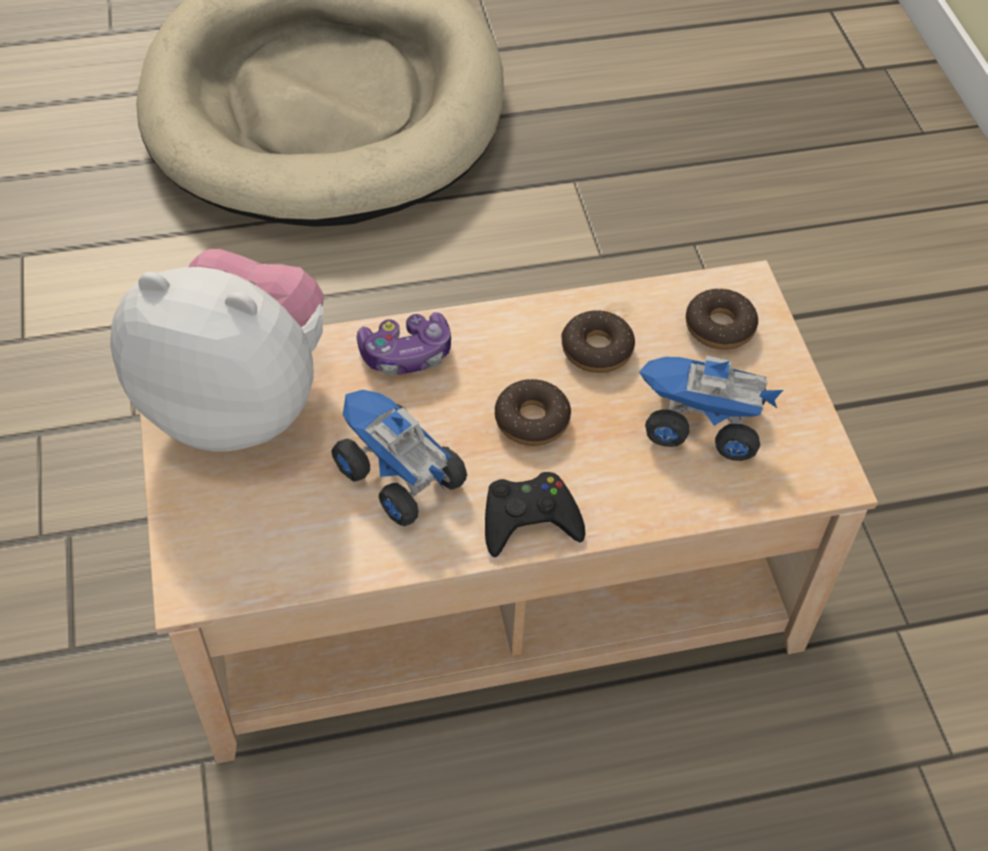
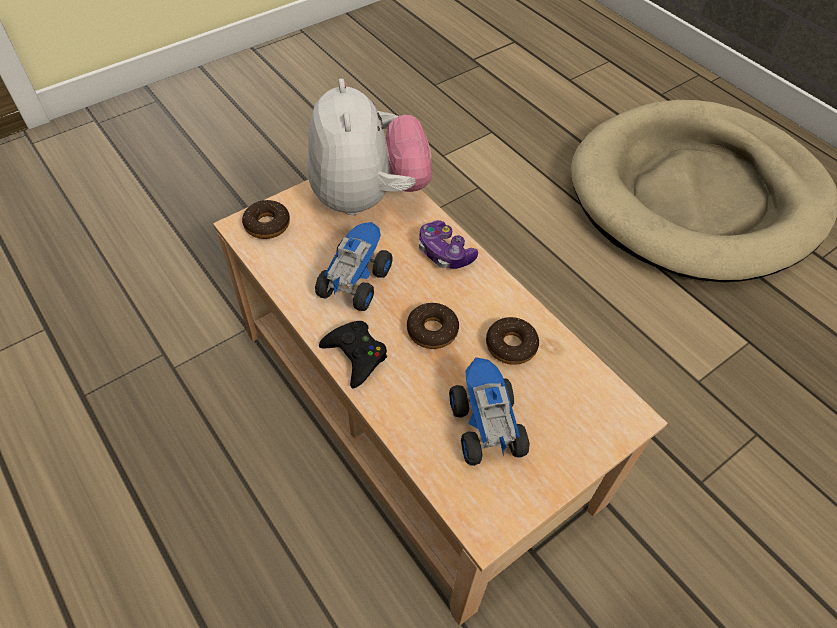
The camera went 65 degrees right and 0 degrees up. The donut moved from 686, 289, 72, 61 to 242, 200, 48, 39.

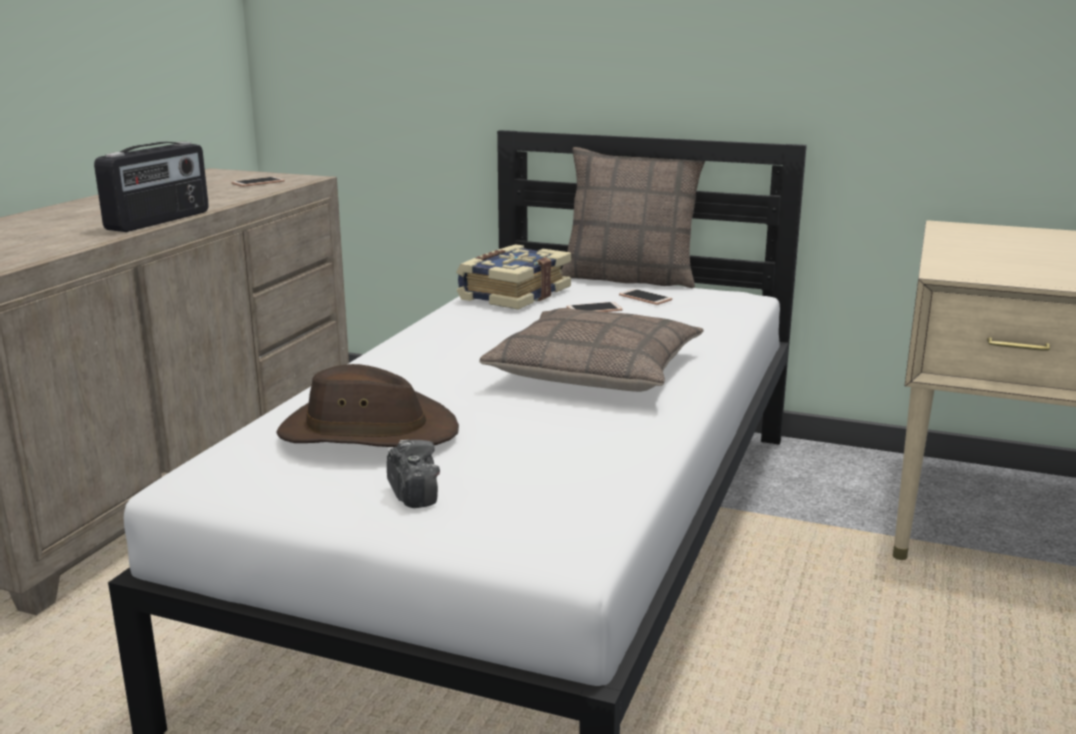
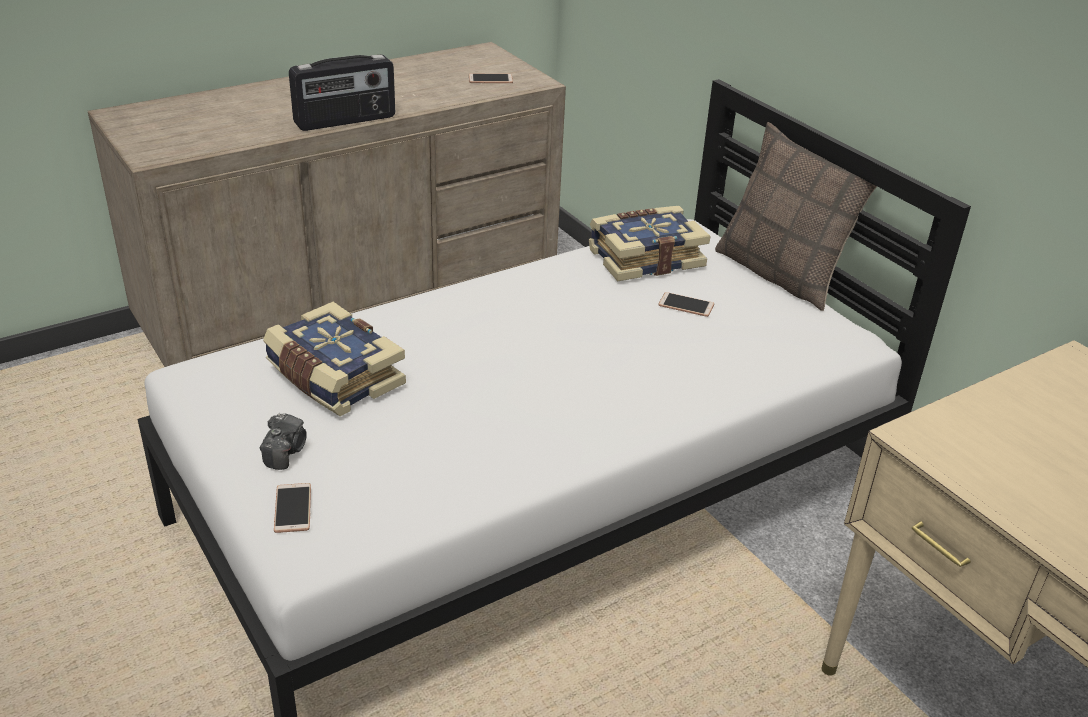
The camera went 35 degrees right and 15 degrees up. The phone moved from 619, 289, 53, 16 to 274, 483, 37, 50. The pillow at 479, 308, 225, 84 disappeared. The brown hat at 276, 364, 183, 83 was replaced by the book at 263, 302, 143, 114.

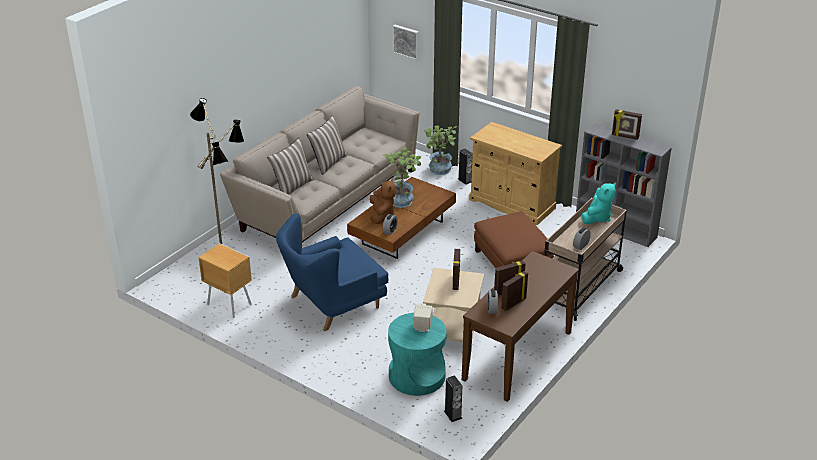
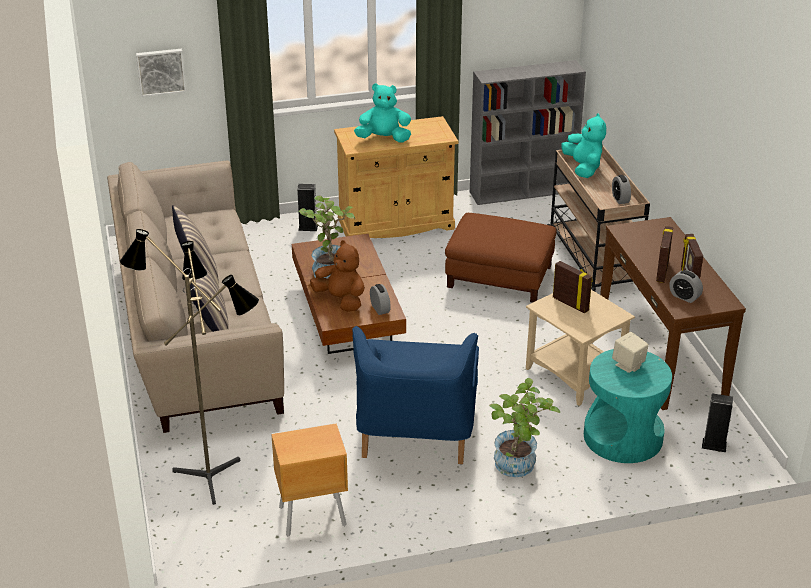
The camera went 50 degrees left and 0 degrees up. The picture frame at 612, 109, 30, 31 disappeared. The potted plant moved from 424, 125, 33, 50 to 489, 378, 71, 99. The turquoise plush toy at 354, 83, 57, 60 appeared.

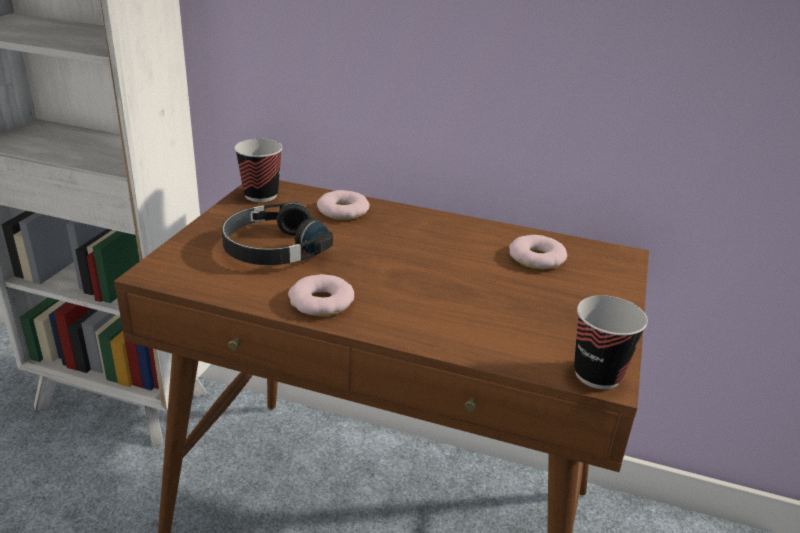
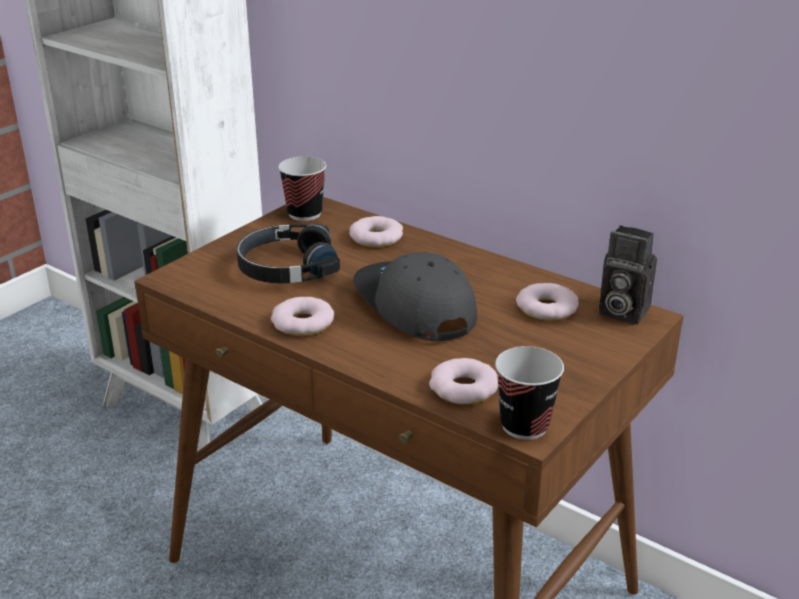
The camera went 20 degrees right and 0 degrees up. The photo camera at 599, 225, 58, 100 appeared. The grey cap at 353, 252, 124, 89 appeared. The donut at 429, 358, 69, 46 appeared.

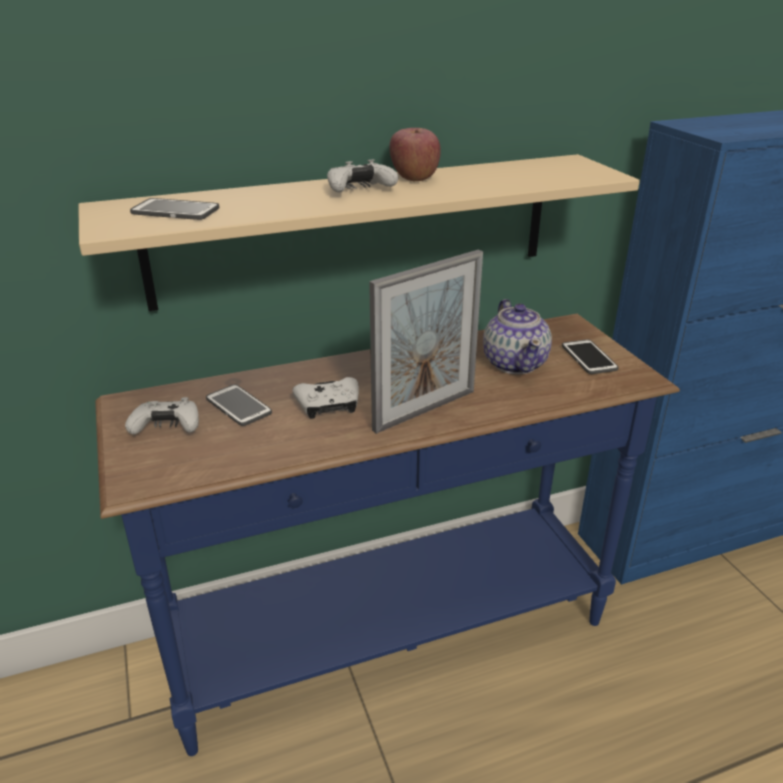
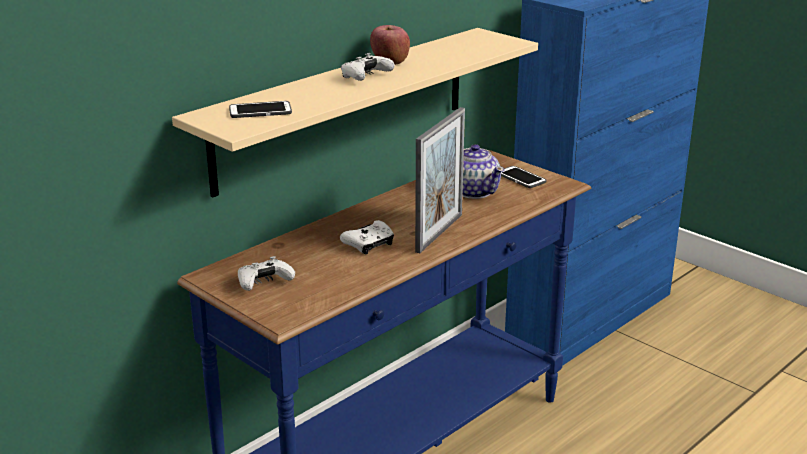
The camera went 25 degrees left and 5 degrees down. The phone at 206, 384, 66, 42 disappeared.

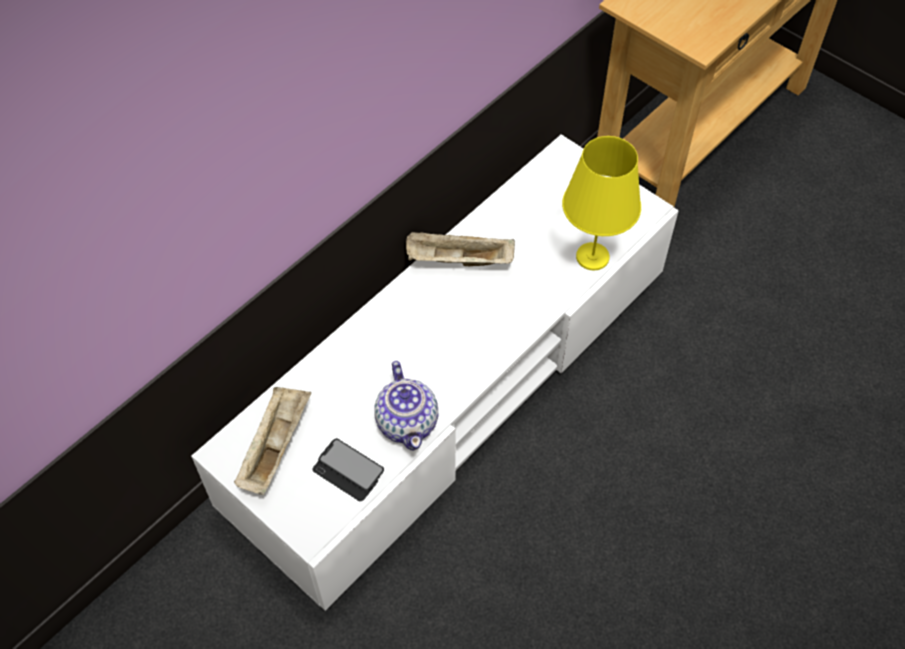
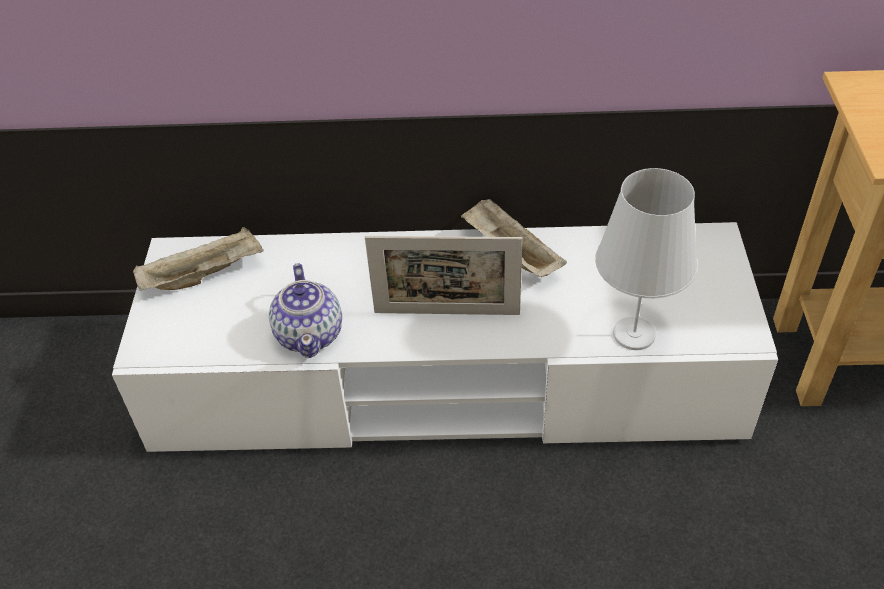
The camera went 50 degrees right and 10 degrees down. The yellow table lamp at 562, 136, 79, 135 became the white table lamp at 595, 168, 103, 182. The teapot at 374, 361, 64, 89 turned 45 degrees counterclockwise. The phone at 312, 438, 72, 63 disappeared. The picture frame at 365, 236, 157, 79 appeared.

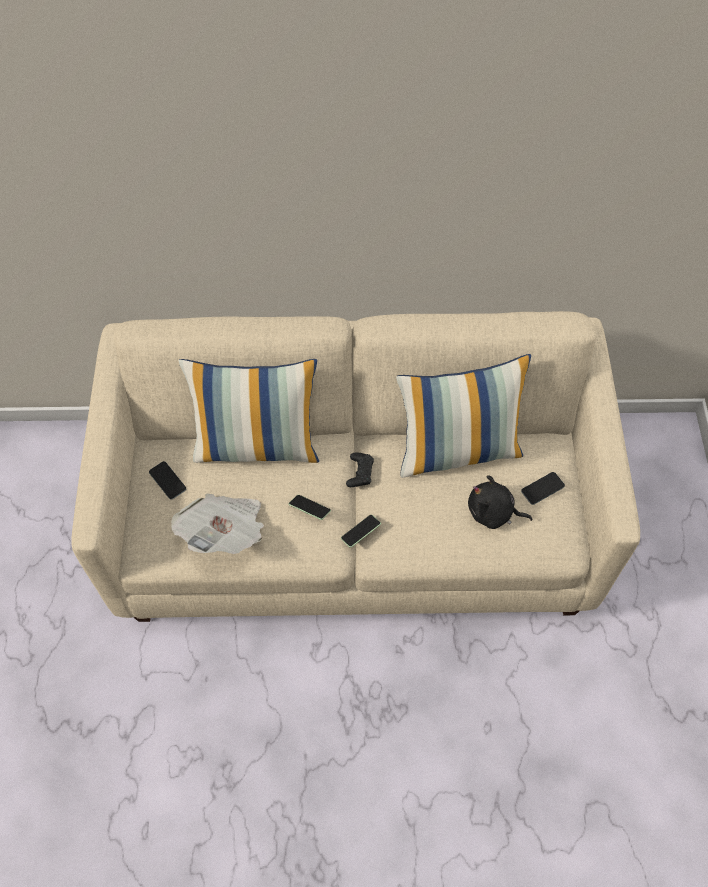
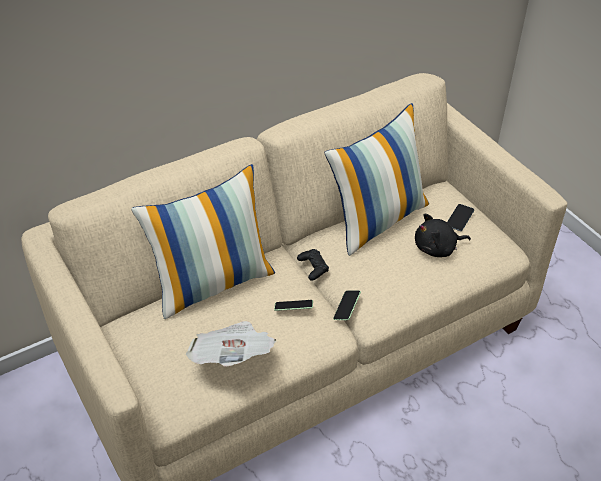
The camera went 30 degrees left and 15 degrees down. The phone at 149, 461, 37, 39 disappeared.

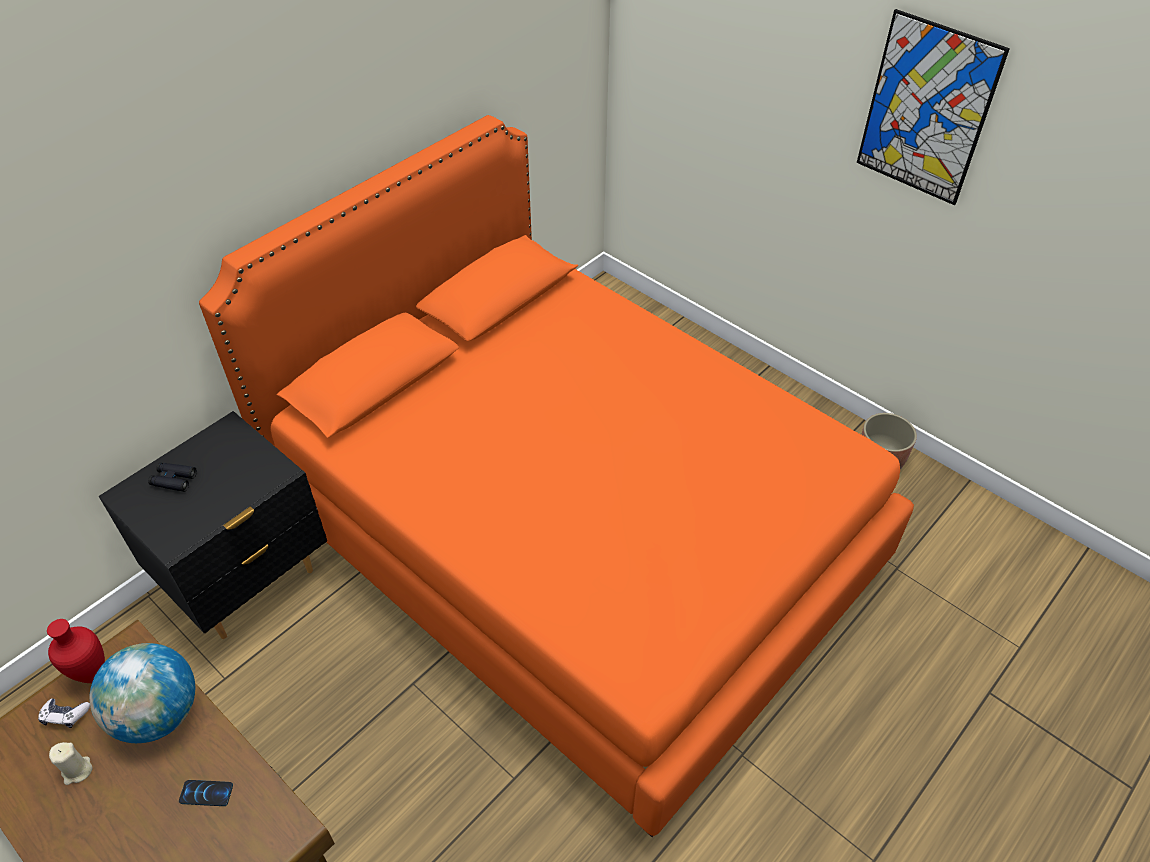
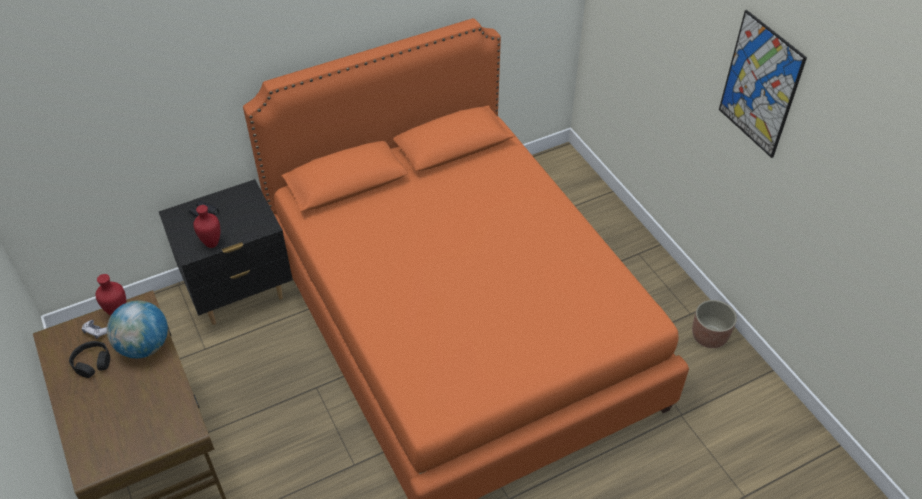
The camera went 20 degrees right and 0 degrees up. The beige candle at 49, 742, 44, 43 was replaced by the black headphones at 69, 341, 41, 37. The phone at 179, 780, 54, 26 disappeared. The red vase at 193, 205, 27, 43 appeared.

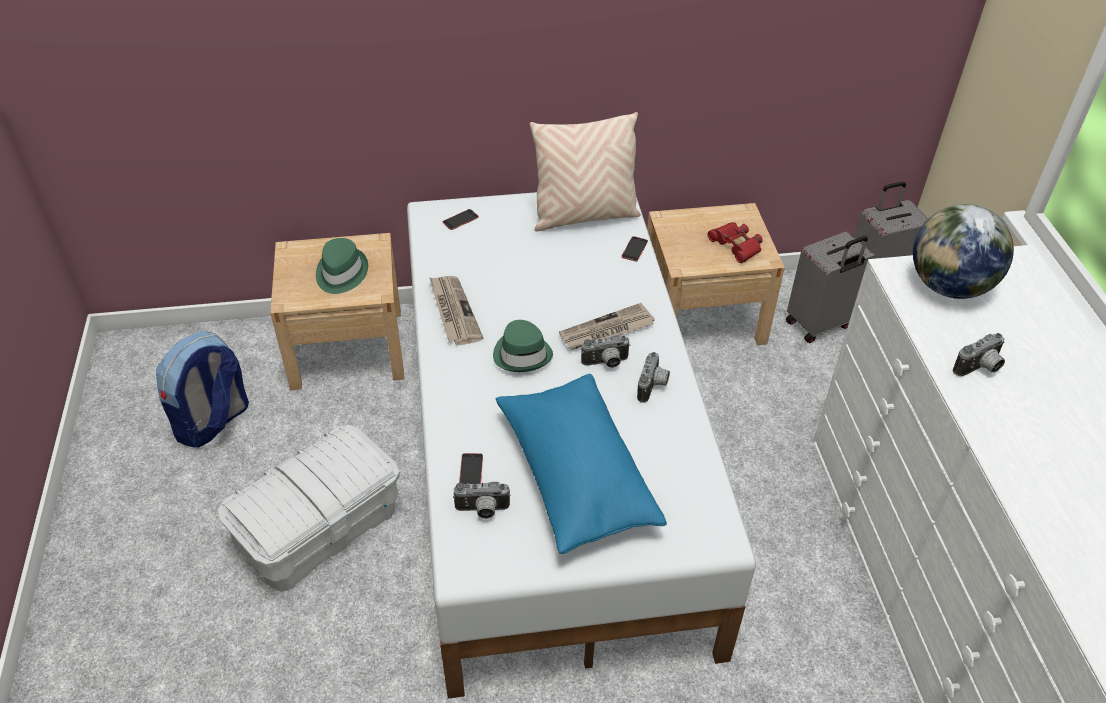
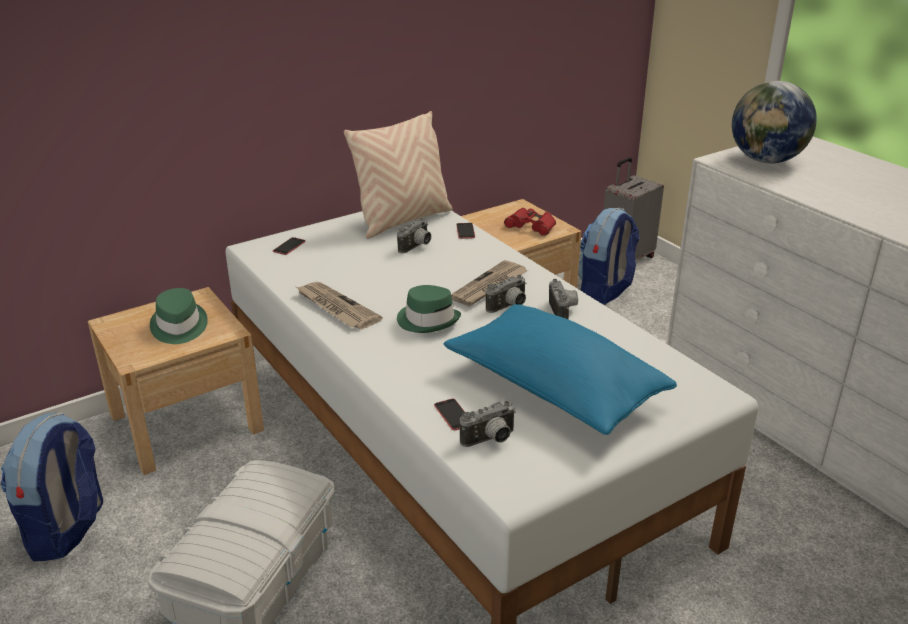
The camera went 25 degrees left and 15 degrees down. The grey suitcase at 786, 231, 90, 112 was replaced by the backpack at 578, 208, 62, 97. The photo camera moved from 953, 333, 52, 43 to 397, 218, 34, 35.

